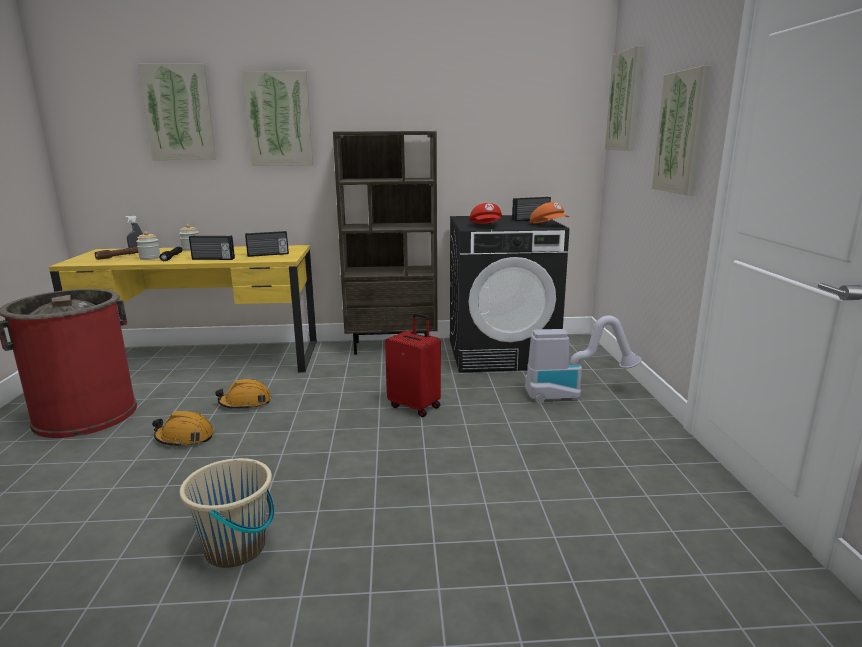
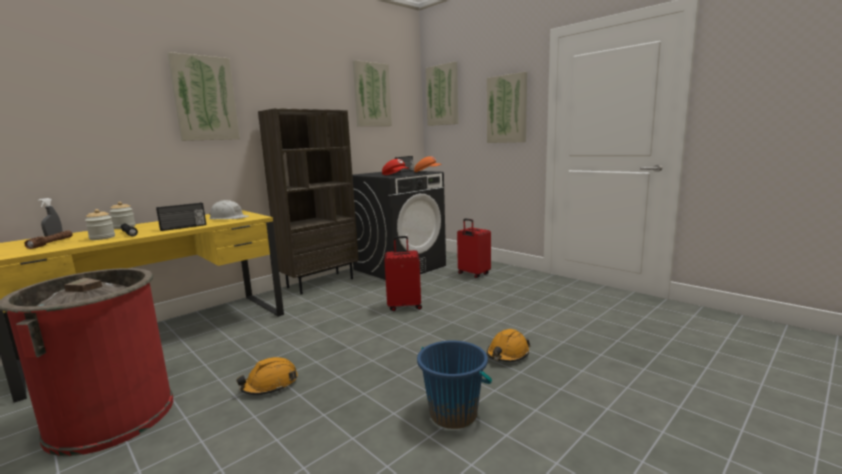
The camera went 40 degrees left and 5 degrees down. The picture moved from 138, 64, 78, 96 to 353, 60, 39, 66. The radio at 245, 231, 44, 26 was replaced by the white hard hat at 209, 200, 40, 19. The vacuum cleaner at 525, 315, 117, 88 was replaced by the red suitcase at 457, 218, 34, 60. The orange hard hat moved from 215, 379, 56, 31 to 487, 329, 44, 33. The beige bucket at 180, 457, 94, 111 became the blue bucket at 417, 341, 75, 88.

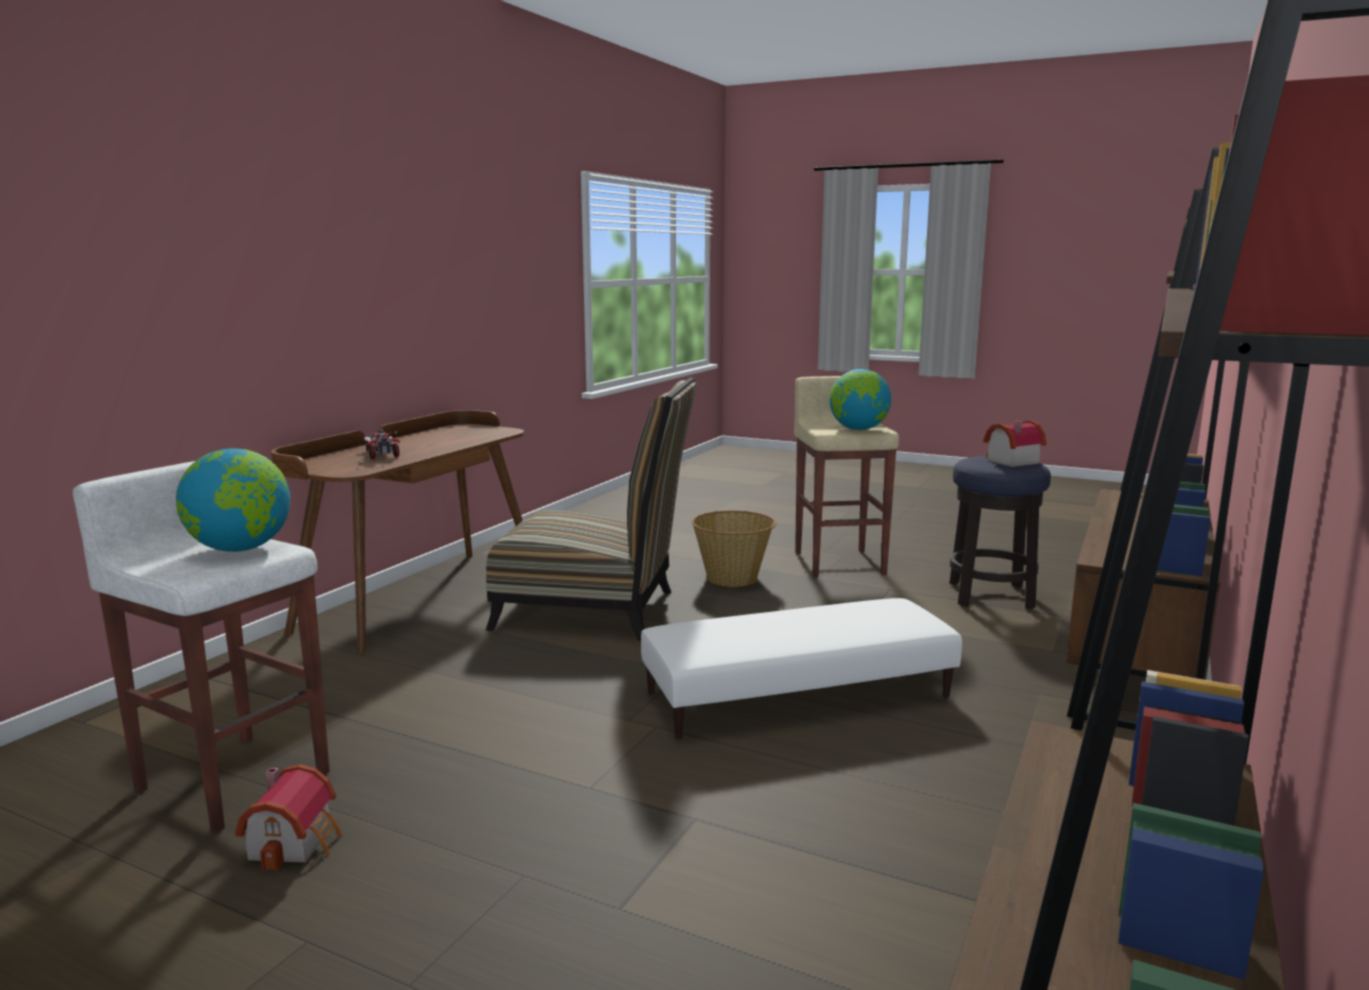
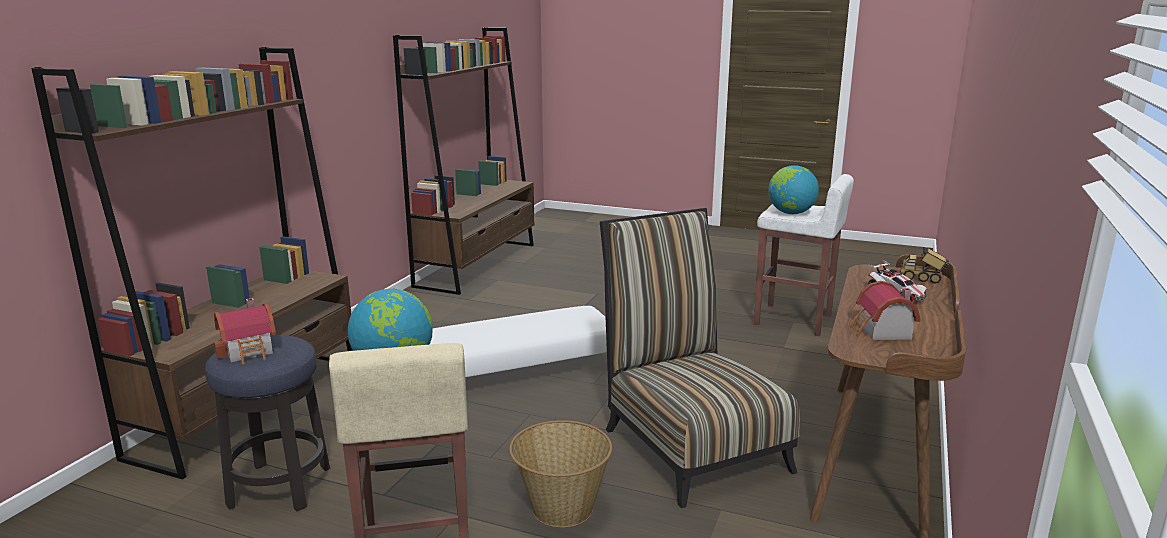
The camera went 175 degrees right and 5 degrees up. The chair at 486, 377, 210, 264 turned 60 degrees clockwise. The toy house moved from 235, 764, 107, 107 to 850, 281, 71, 59. The toy truck at 901, 248, 48, 36 appeared.

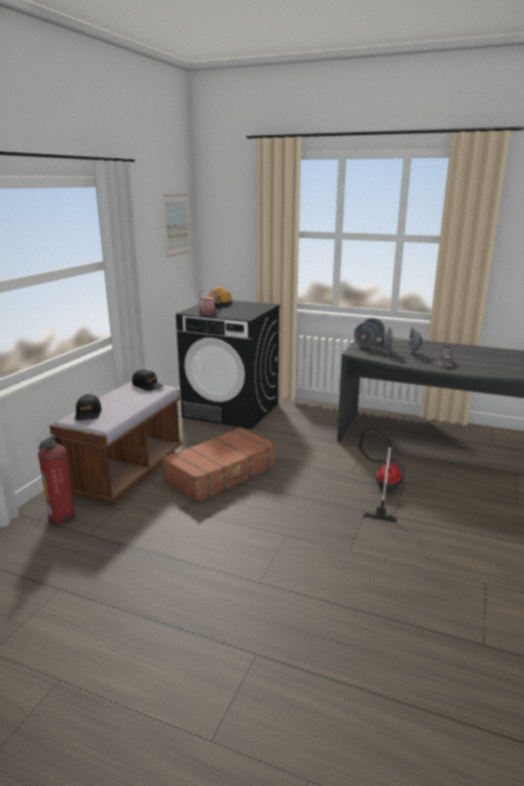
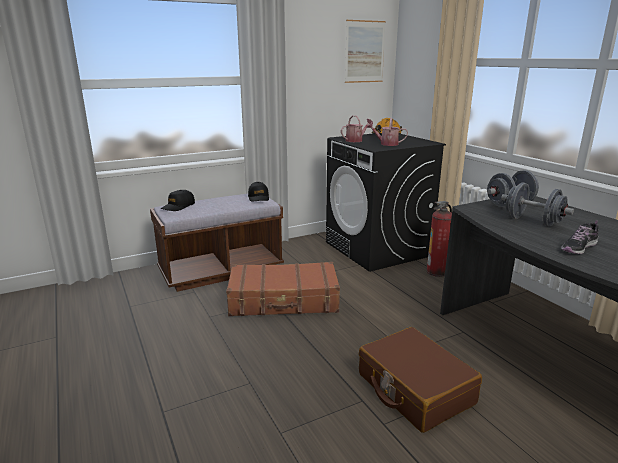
The camera went 40 degrees right and 0 degrees up. The vacuum cleaner at 359, 427, 47, 95 was replaced by the brown suitcase at 359, 327, 123, 106. The fire extinguisher moved from 36, 434, 40, 92 to 426, 201, 26, 76. The watering can at 366, 118, 42, 28 appeared.

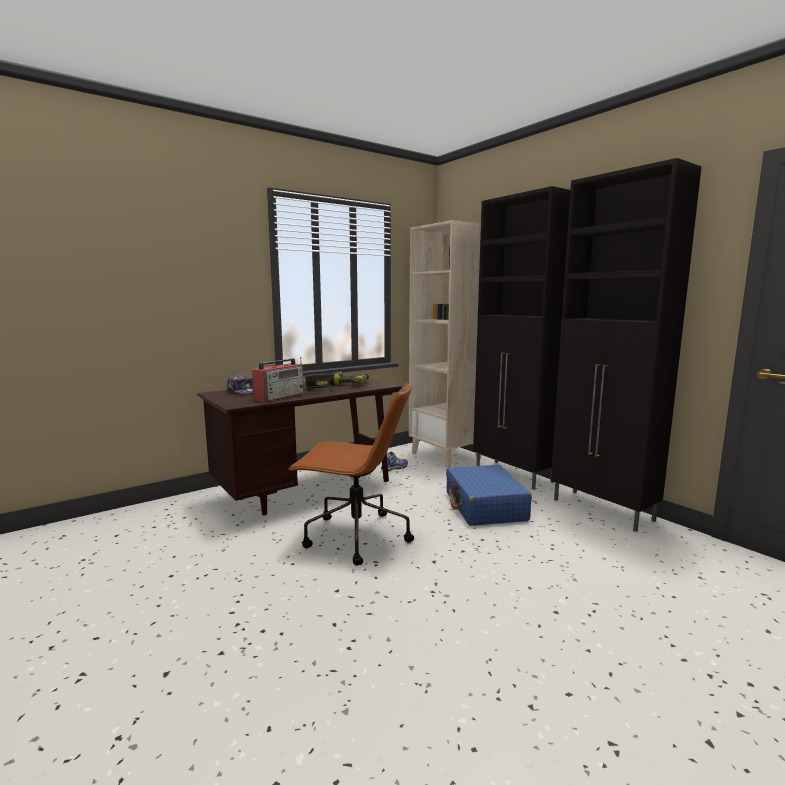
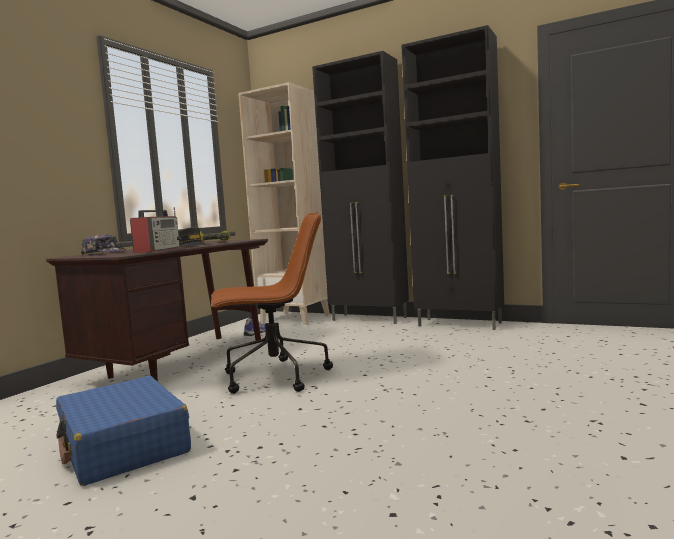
The camera went 25 degrees left and 5 degrees down. The blue suitcase moved from 446, 465, 86, 61 to 56, 376, 135, 110.

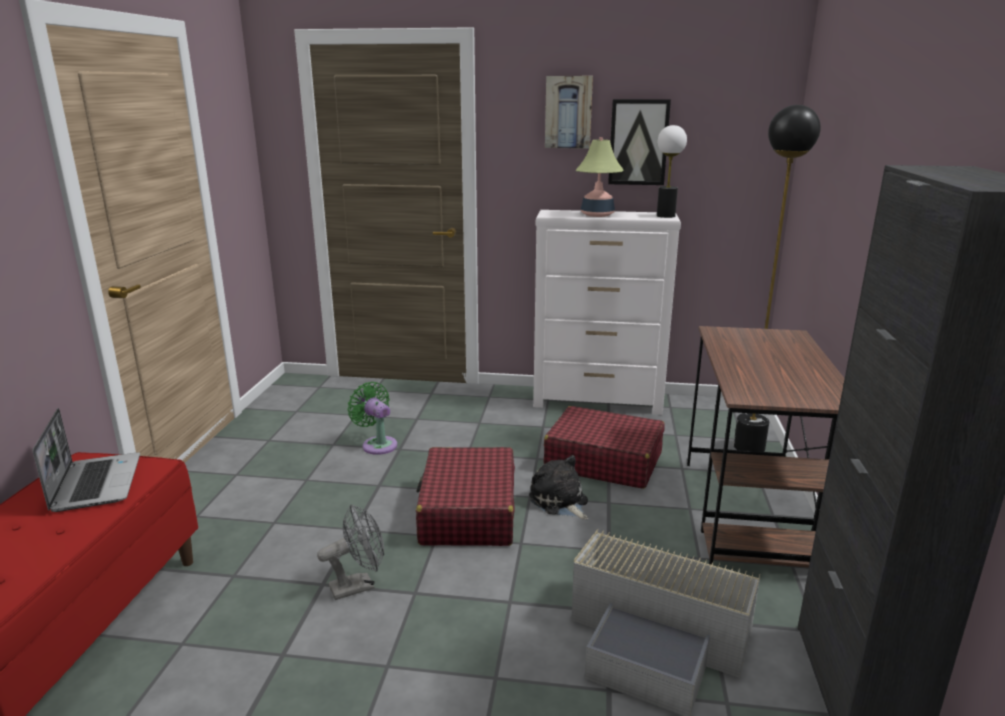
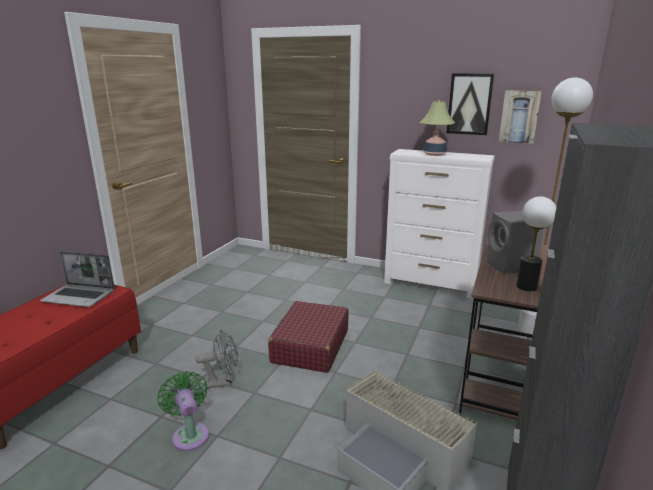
The camera went 15 degrees right and 0 degrees up. The picture moved from 545, 76, 48, 73 to 499, 91, 43, 53. The black floor lamp at 734, 105, 87, 347 became the white floor lamp at 518, 77, 75, 257. The table lamp moved from 657, 125, 30, 93 to 516, 196, 41, 95. The green fan moved from 347, 382, 50, 73 to 157, 371, 52, 80. The red suitcase at 544, 406, 121, 83 disappeared. The laptop at 33, 408, 107, 104 turned 105 degrees clockwise. The plush toy at 529, 455, 59, 65 disappeared. The grey speaker at 487, 211, 57, 63 appeared.

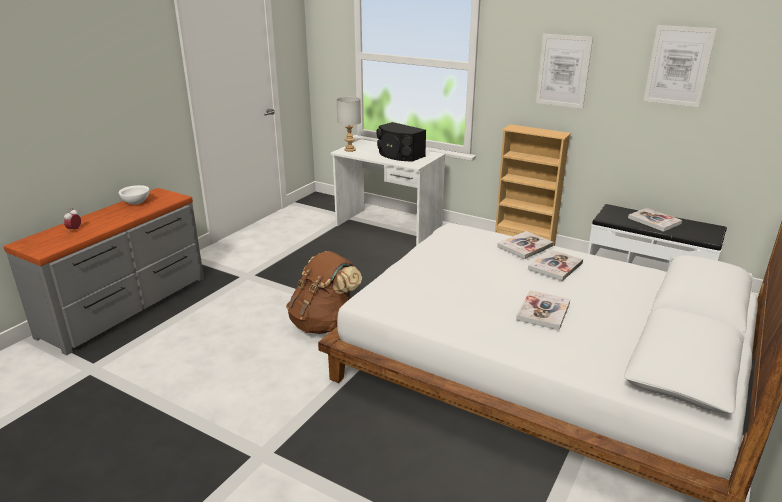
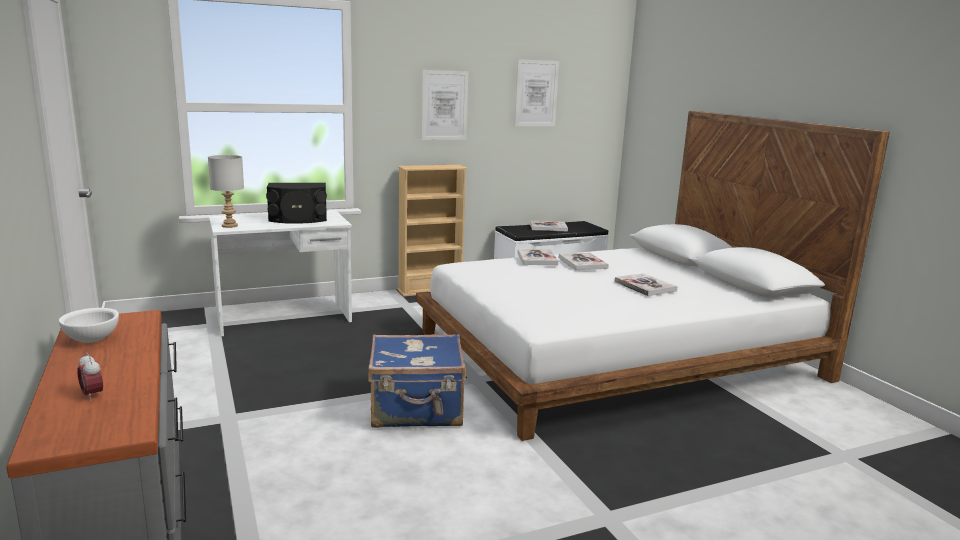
The camera went 55 degrees left and 10 degrees down. The brown backpack at 286, 251, 76, 83 was replaced by the blue suitcase at 368, 334, 98, 94.

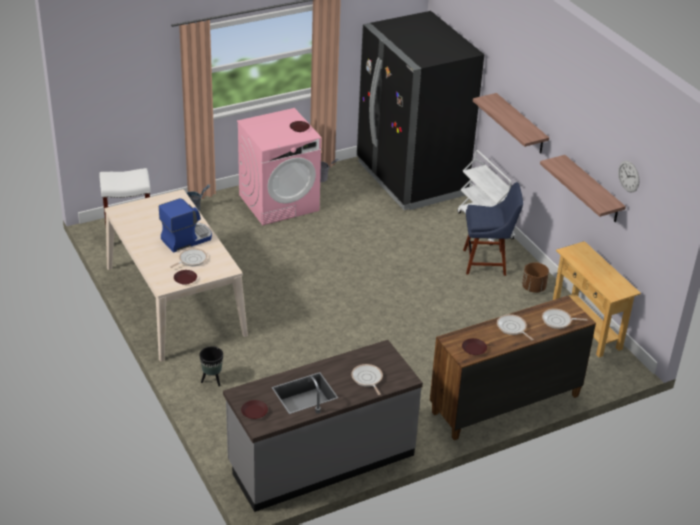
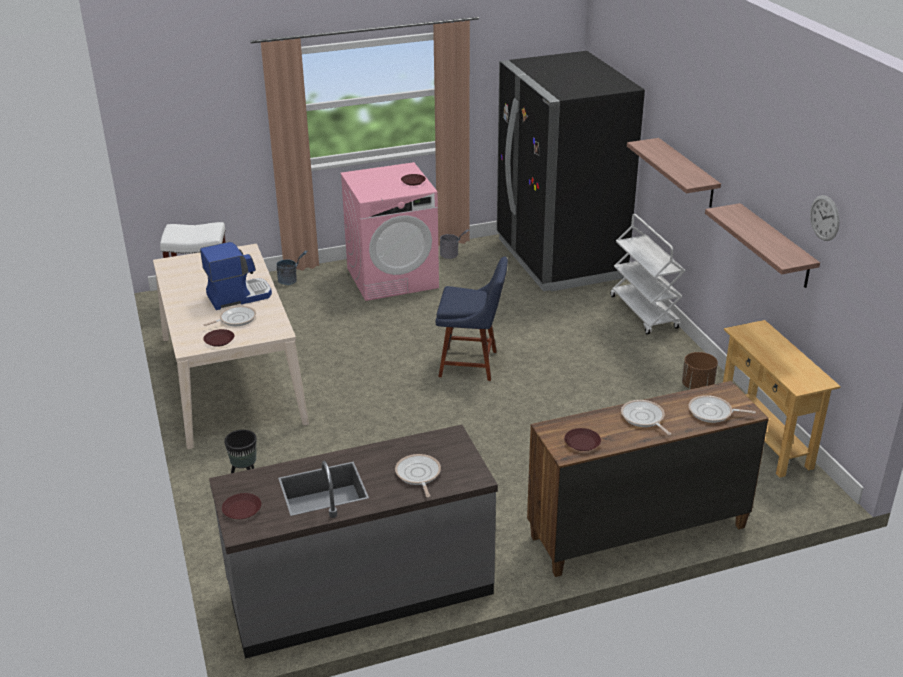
The camera went 10 degrees right and 5 degrees down. The blue chair moved from 463, 182, 60, 94 to 435, 257, 73, 124.

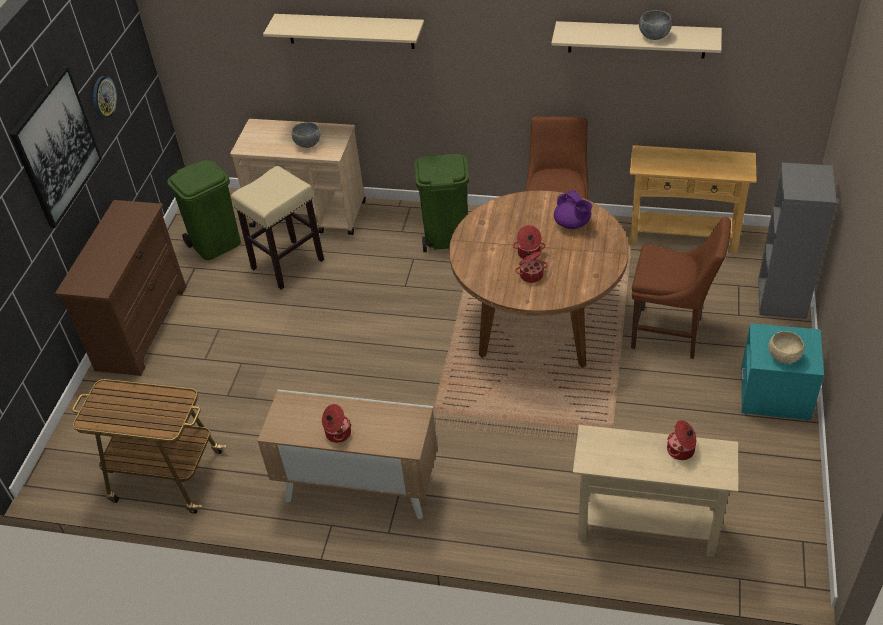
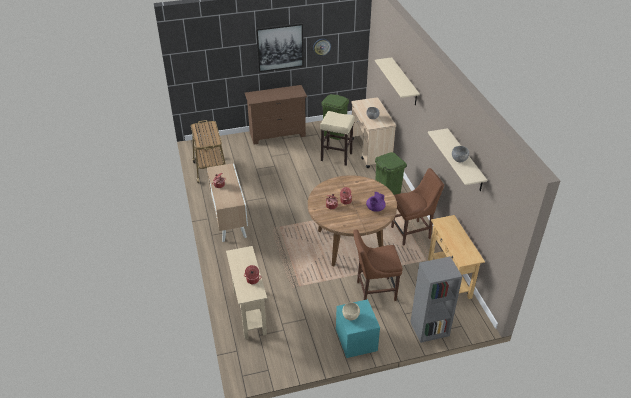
The camera went 60 degrees right and 5 degrees down. The brown chair at 631, 217, 100, 142 turned 90 degrees clockwise.

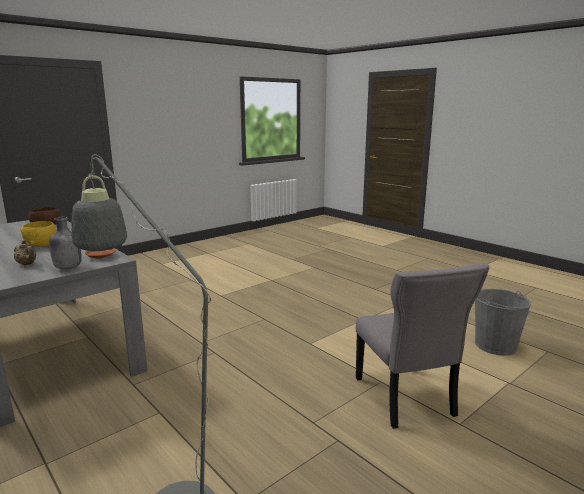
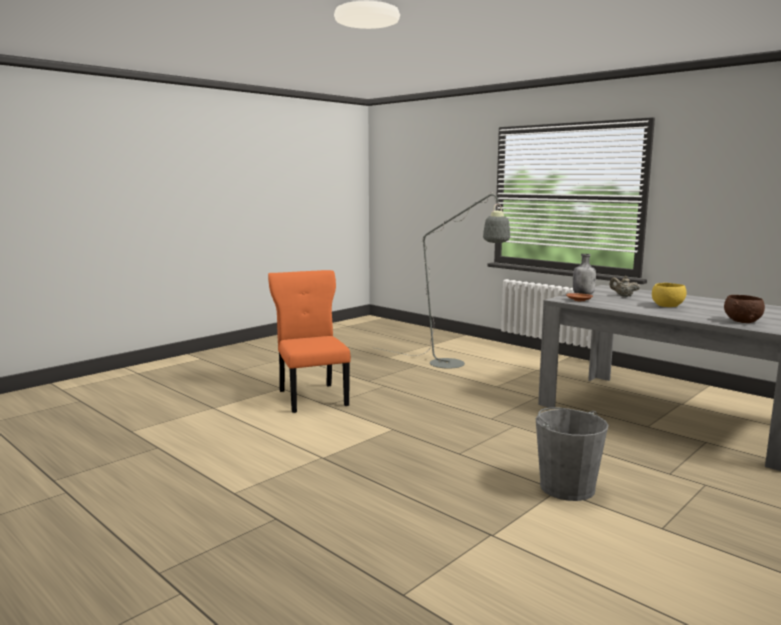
The camera went 175 degrees right and 5 degrees down. The grey chair at 356, 263, 133, 166 became the orange chair at 268, 270, 83, 143. The grey bucket moved from 475, 289, 56, 67 to 536, 407, 72, 94.

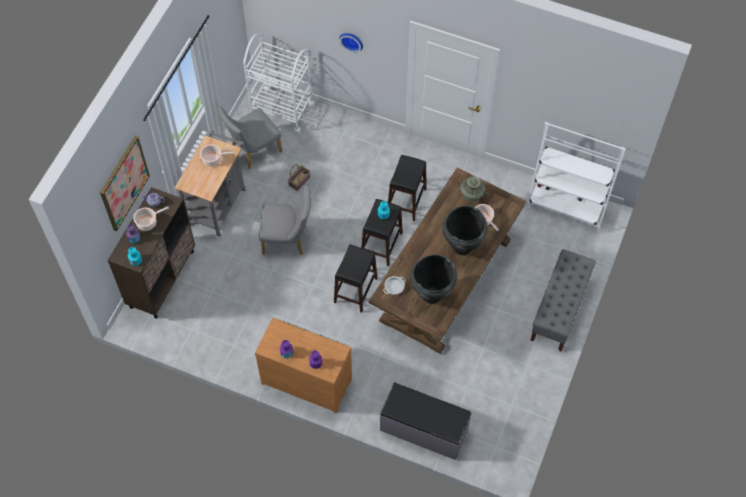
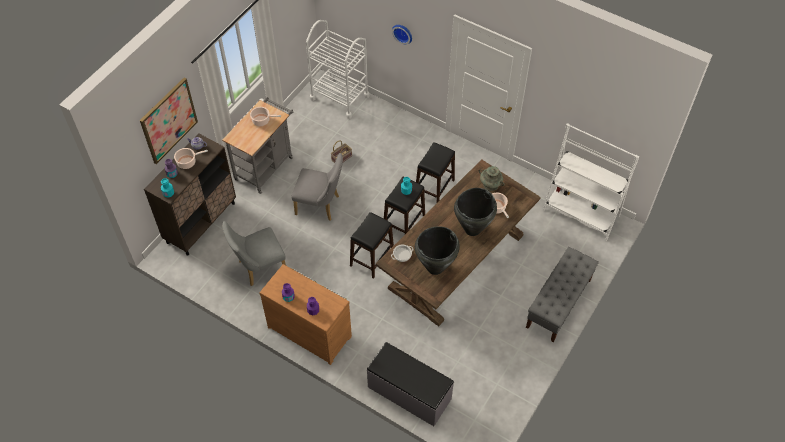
The camera went 10 degrees right and 5 degrees down. The grey chair moved from 218, 106, 64, 63 to 222, 221, 64, 65.

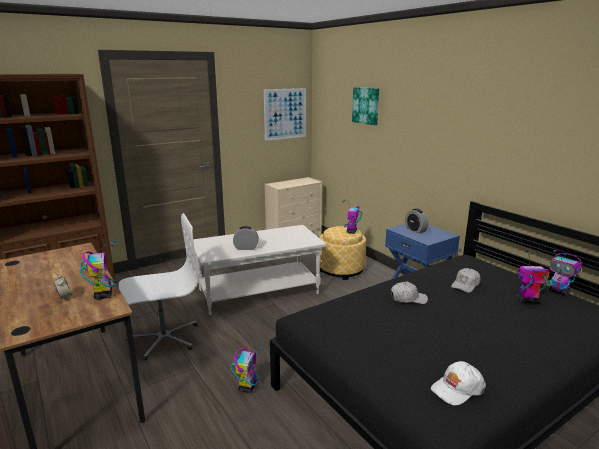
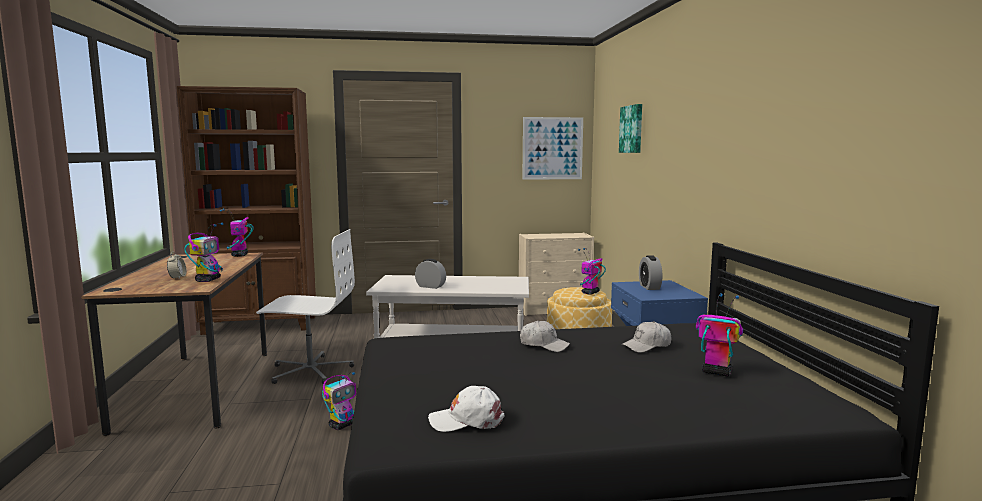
The camera went 25 degrees right and 10 degrees down. The toy robot moved from 548, 250, 34, 46 to 220, 209, 34, 48.

